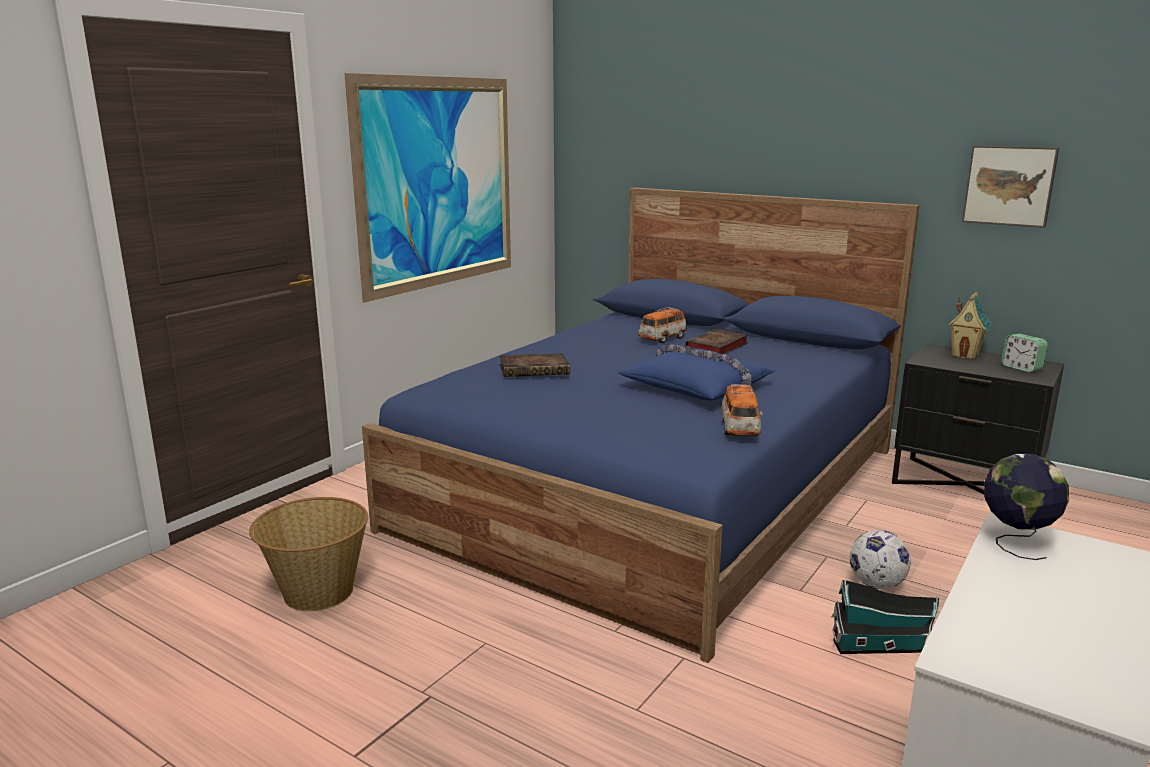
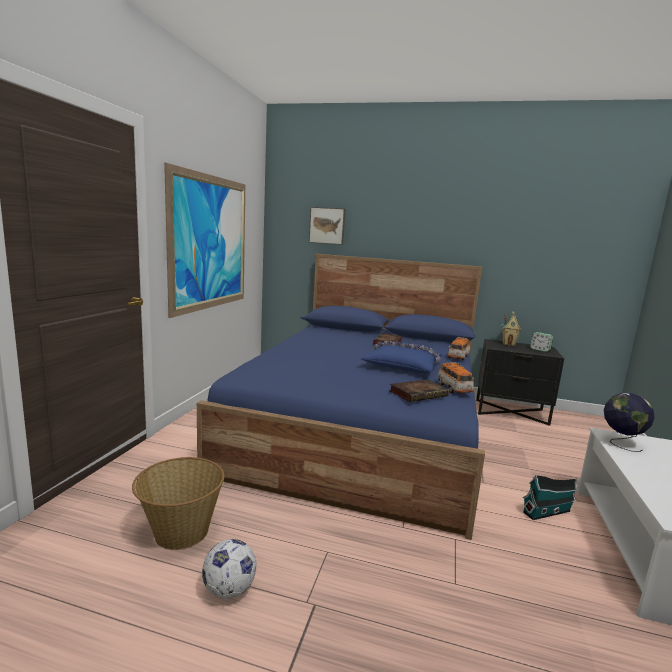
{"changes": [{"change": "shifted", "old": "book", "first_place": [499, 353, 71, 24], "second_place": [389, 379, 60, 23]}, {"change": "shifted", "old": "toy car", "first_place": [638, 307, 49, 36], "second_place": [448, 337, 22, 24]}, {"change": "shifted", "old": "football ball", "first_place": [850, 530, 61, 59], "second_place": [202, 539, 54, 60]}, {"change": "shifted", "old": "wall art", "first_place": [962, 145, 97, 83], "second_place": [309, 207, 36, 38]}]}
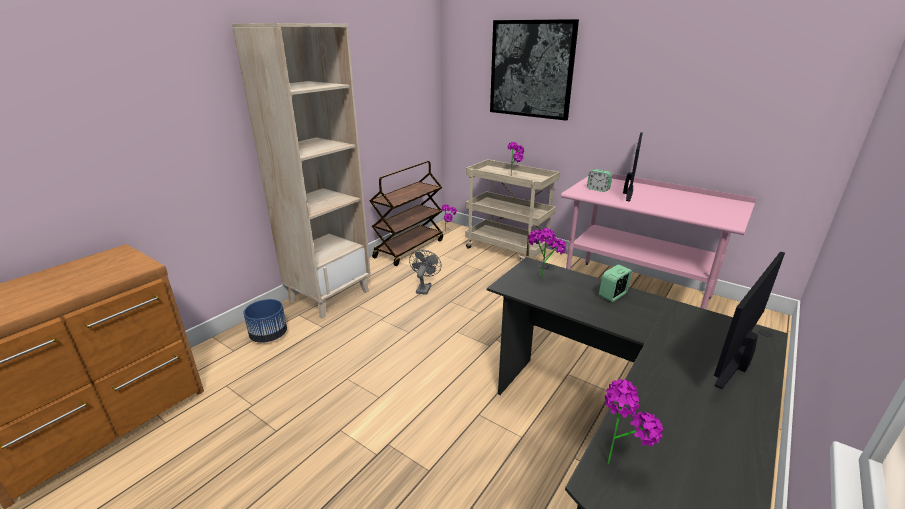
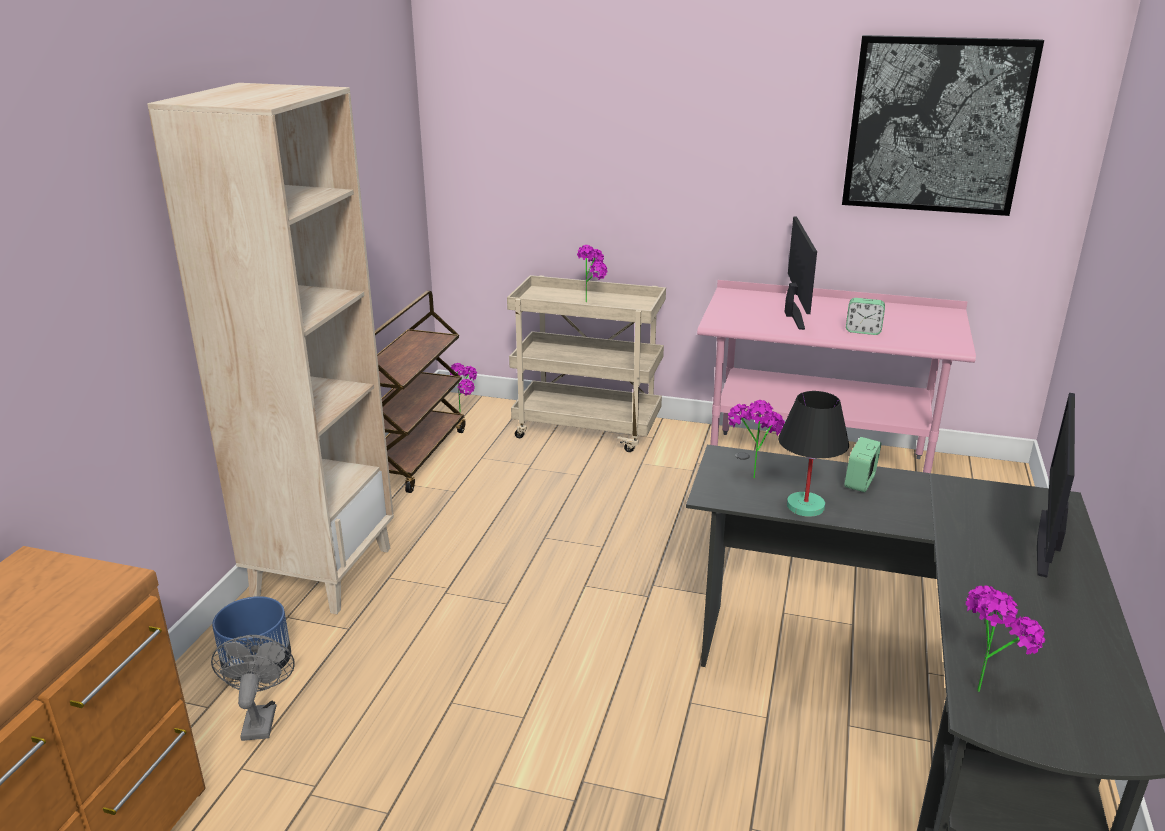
{"changes": [{"change": "new", "new": "lamp for a table (black-coloured)", "second_place": [778, 391, 71, 126]}, {"change": "shifted", "old": "cooling fan (gray)", "first_place": [409, 250, 33, 45], "second_place": [211, 635, 84, 106]}, {"change": "shifted", "old": "wall art", "first_place": [490, 19, 89, 102], "second_place": [842, 35, 202, 181]}, {"change": "shifted", "old": "table clock", "first_place": [587, 169, 25, 23], "second_place": [846, 298, 39, 37]}]}
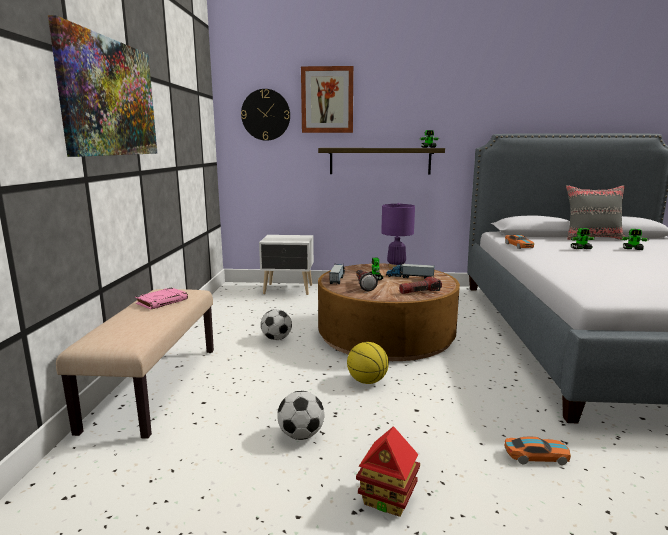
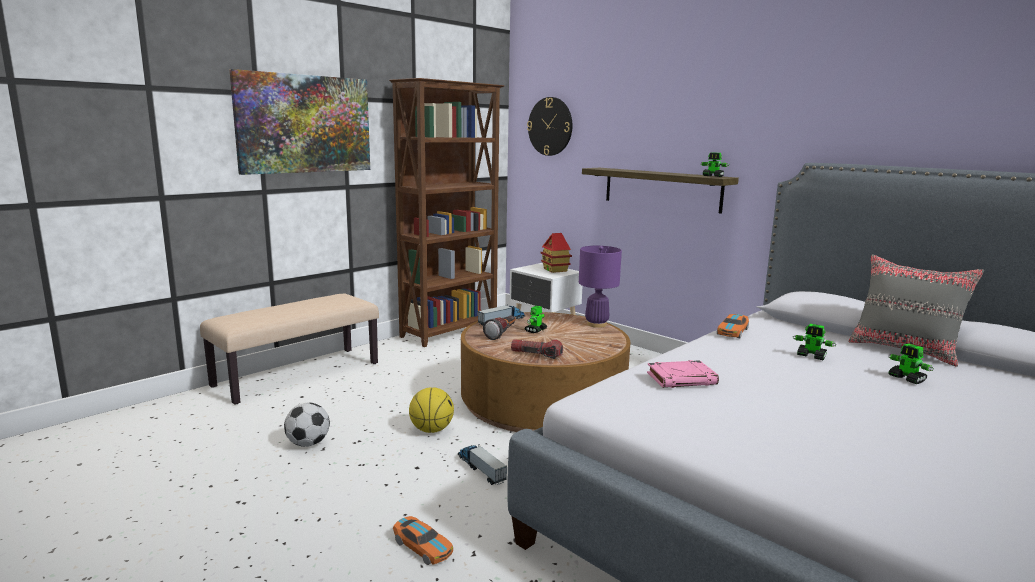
{"changes": [{"change": "gone", "old": "football ball", "first_place": [261, 309, 31, 31]}, {"change": "gone", "old": "wall art", "first_place": [301, 66, 53, 67]}, {"change": "new", "new": "bookcase (brown-coloured)", "second_place": [389, 78, 115, 269]}, {"change": "shifted", "old": "book (pinkish)", "first_place": [135, 288, 53, 21], "second_place": [647, 360, 72, 28]}, {"change": "shifted", "old": "miniature house", "first_place": [356, 426, 64, 91], "second_place": [541, 233, 31, 40]}, {"change": "shifted", "old": "toy lorry", "first_place": [386, 263, 49, 16], "second_place": [458, 444, 49, 41]}]}
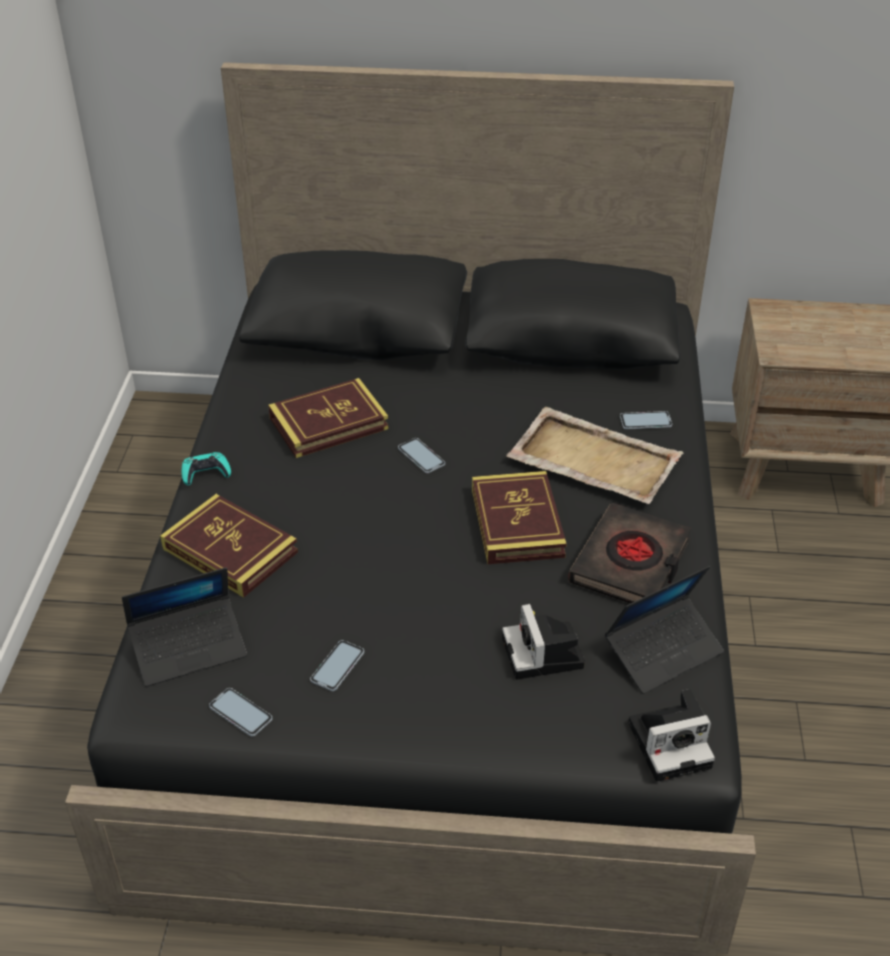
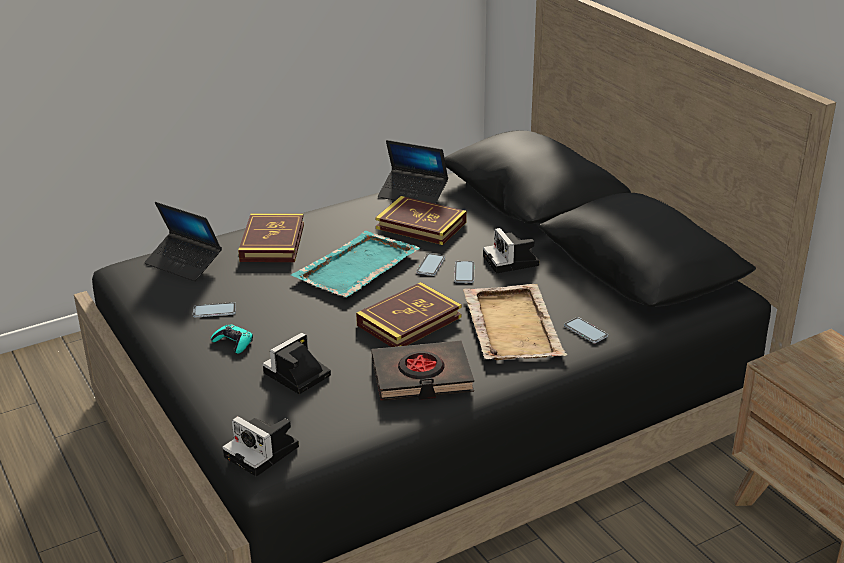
{"changes": [{"change": "new", "new": "serving tray (turquoise)", "second_place": [290, 231, 130, 66]}, {"change": "new", "new": "still camera", "second_place": [483, 228, 56, 45]}, {"change": "shifted", "old": "joypad (turquoise)", "first_place": [182, 452, 49, 34], "second_place": [211, 324, 42, 29]}, {"change": "shifted", "old": "telephone", "first_place": [209, 688, 63, 48], "second_place": [454, 261, 20, 22]}, {"change": "shifted", "old": "portable computer", "first_place": [605, 566, 119, 128], "second_place": [378, 140, 70, 64]}]}
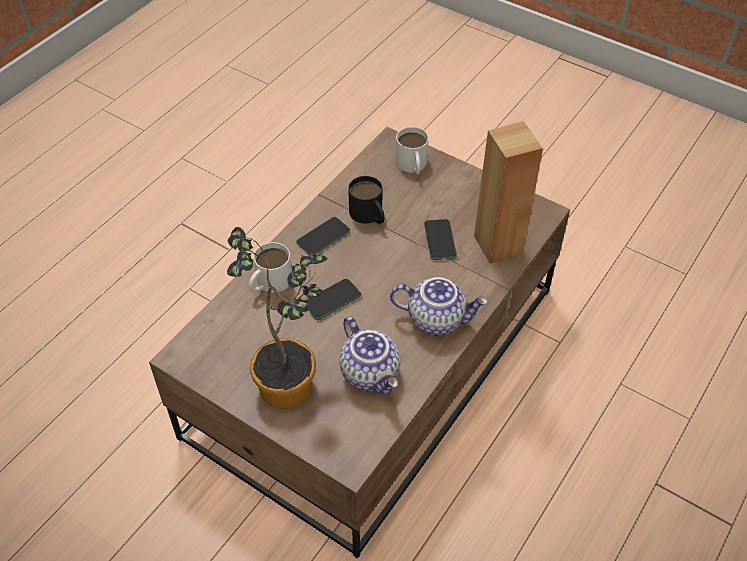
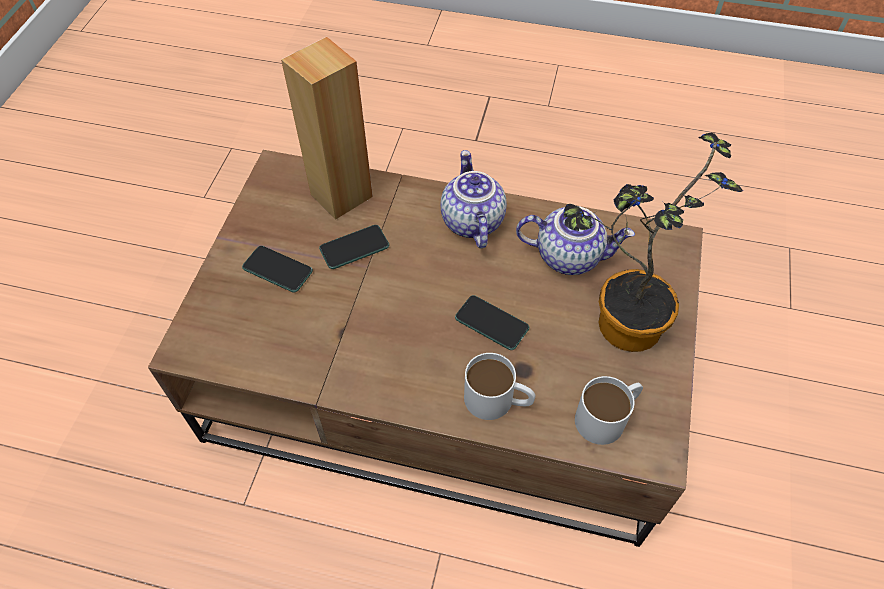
{"changes": [{"change": "gone", "old": "coffee mug (black-coloured)", "first_place": [348, 176, 37, 48]}, {"change": "shifted", "old": "telephone", "first_place": [296, 217, 54, 38], "second_place": [242, 246, 71, 47]}, {"change": "shifted", "old": "coffee mug (white-coloured)", "first_place": [396, 127, 33, 48], "second_place": [575, 376, 68, 69]}, {"change": "rotated", "old": "teapot", "first_place": [339, 316, 61, 79], "second_place": [516, 206, 119, 69], "degrees": 60}]}
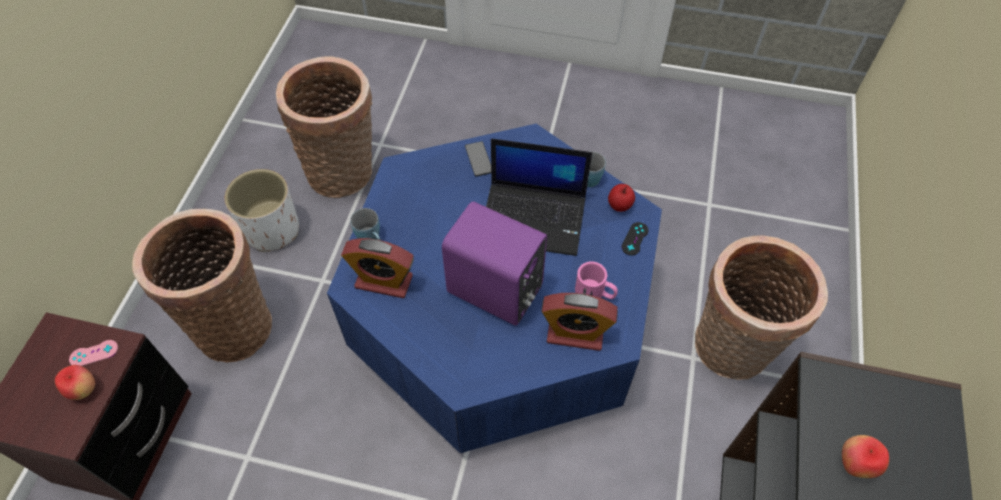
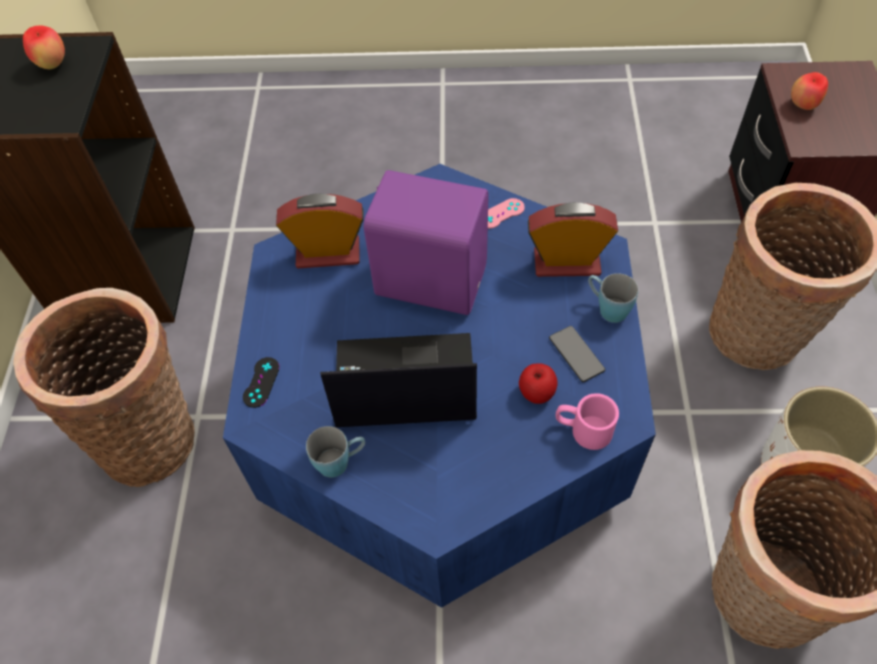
{"changes": [{"change": "shifted", "old": "joypad (pinkish)", "first_place": [69, 340, 49, 26], "second_place": [488, 198, 37, 31]}, {"change": "shifted", "old": "telephone", "first_place": [465, 141, 26, 36], "second_place": [549, 326, 56, 56]}, {"change": "shifted", "old": "coffee mug (pinkish)", "first_place": [575, 261, 43, 38], "second_place": [556, 393, 63, 57]}, {"change": "shifted", "old": "whole apple", "first_place": [608, 184, 27, 28], "second_place": [519, 364, 39, 40]}]}
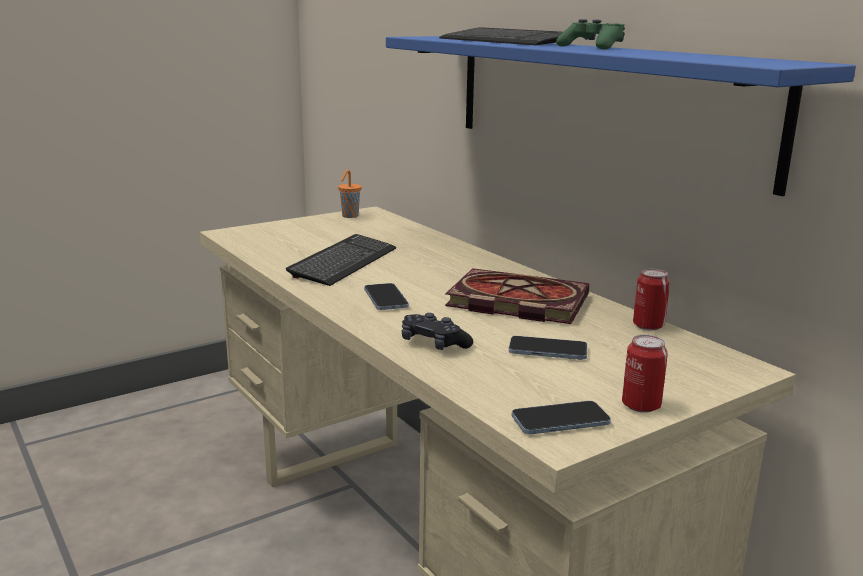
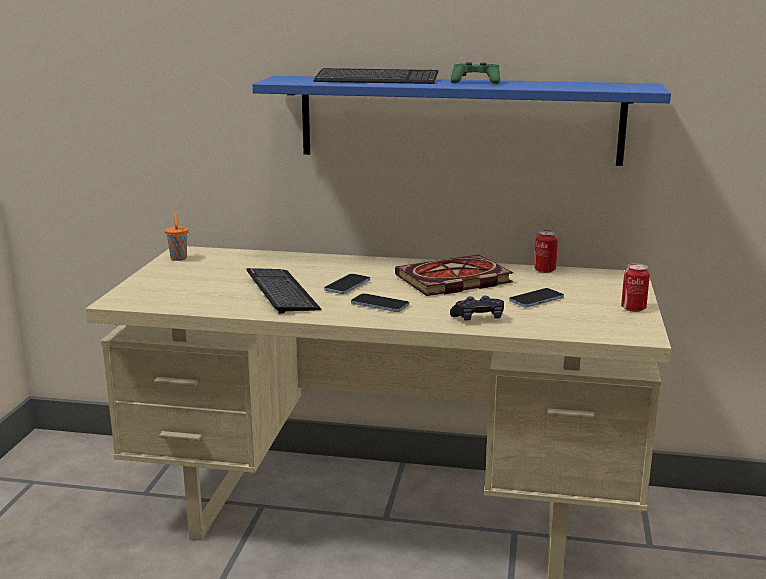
{"changes": [{"change": "shifted", "old": "telephone", "first_place": [512, 401, 99, 33], "second_place": [324, 274, 46, 20]}]}
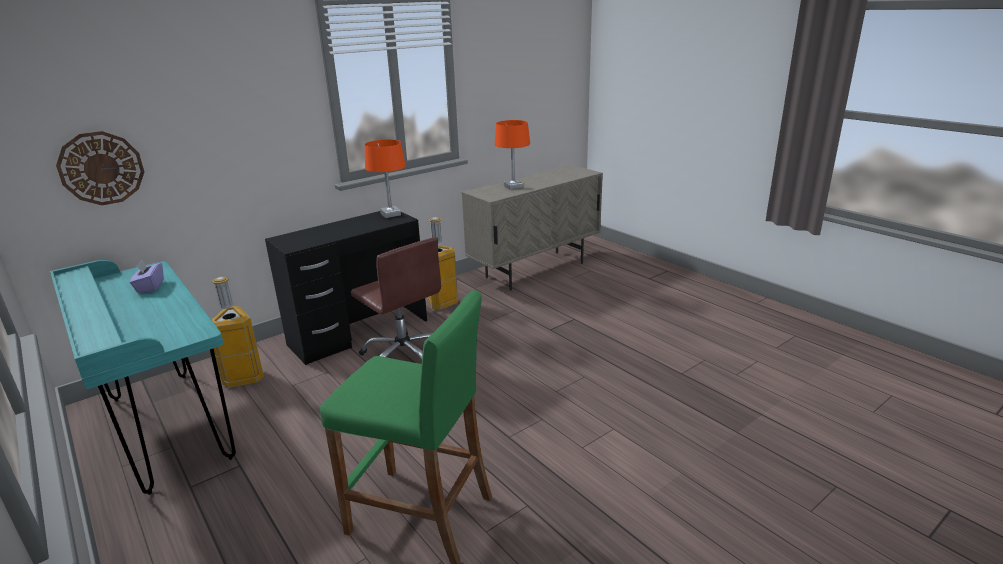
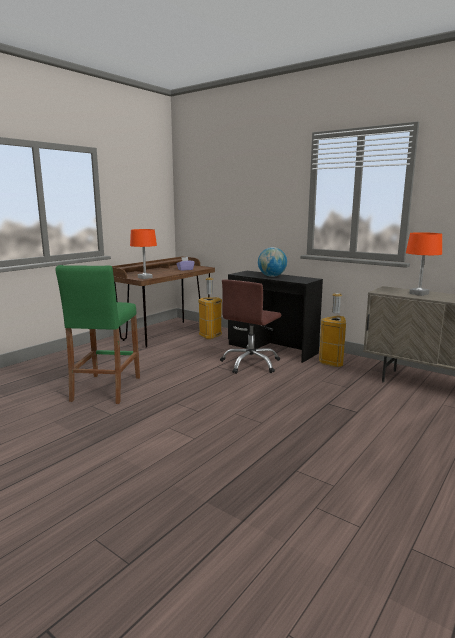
{"changes": [{"change": "gone", "old": "wall clock", "first_place": [56, 131, 88, 74]}, {"change": "new", "new": "desk globe", "second_place": [258, 247, 29, 30]}, {"change": "shifted", "old": "lamp for a table (orange-coloured)", "first_place": [365, 139, 41, 79], "second_place": [130, 229, 27, 50]}, {"change": "repainted", "old": "desk table (turquoise)", "new": "desk table (brown-coloured)", "first_place": [50, 260, 186, 235], "second_place": [112, 257, 103, 91]}]}
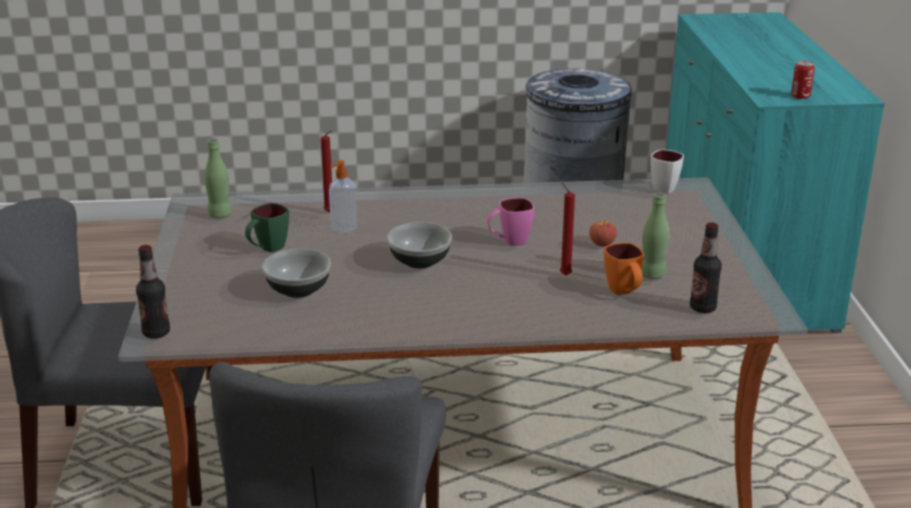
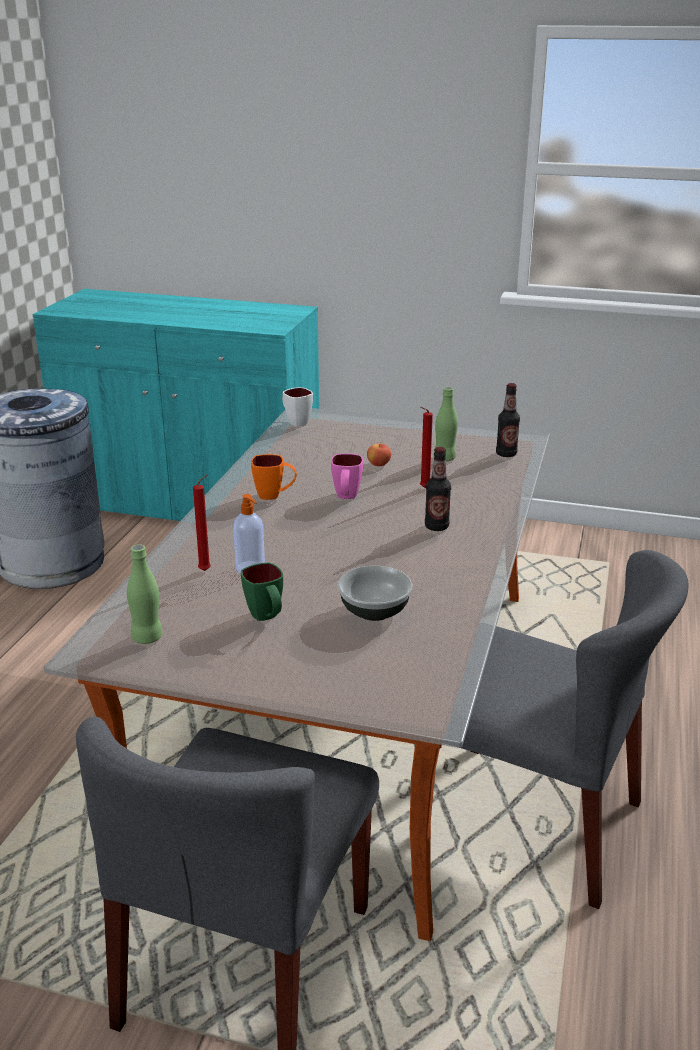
{"changes": [{"change": "gone", "old": "serving bowl", "first_place": [387, 222, 65, 47]}, {"change": "gone", "old": "metal can", "first_place": [791, 61, 24, 38]}, {"change": "shifted", "old": "drink bottle", "first_place": [136, 245, 34, 93], "second_place": [425, 447, 26, 84]}, {"change": "shifted", "old": "coffee mug (orange-coloured)", "first_place": [604, 243, 40, 52], "second_place": [251, 454, 46, 46]}]}
